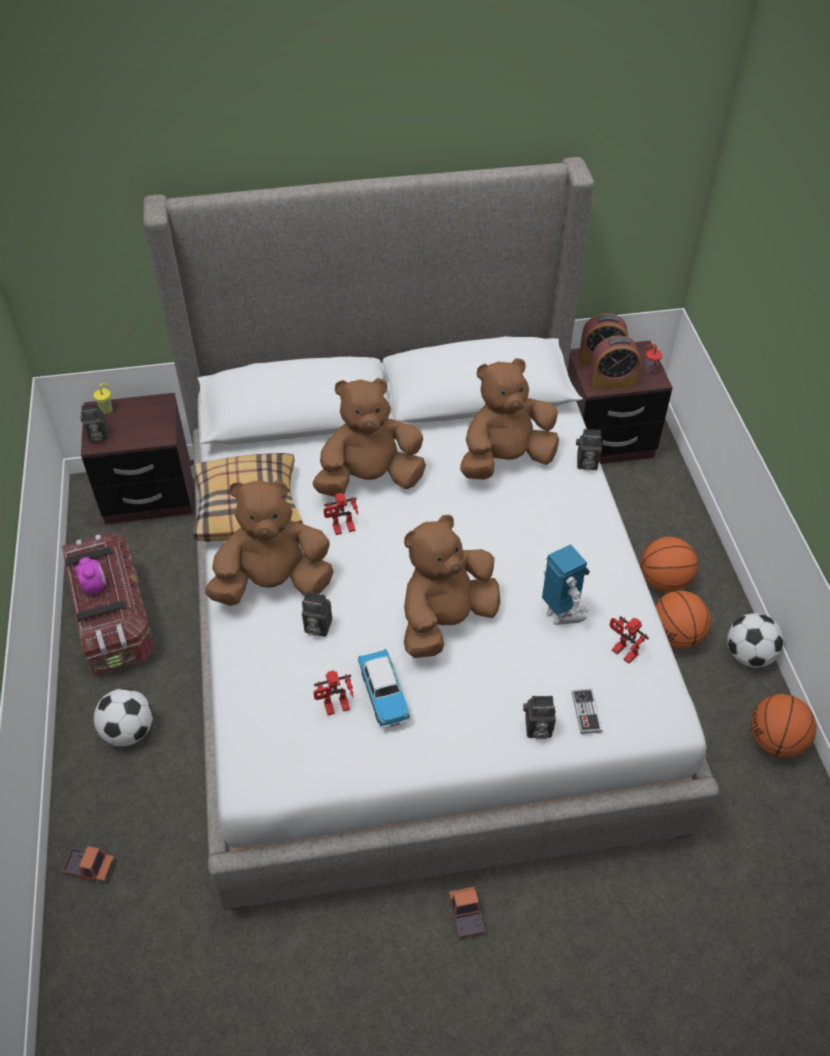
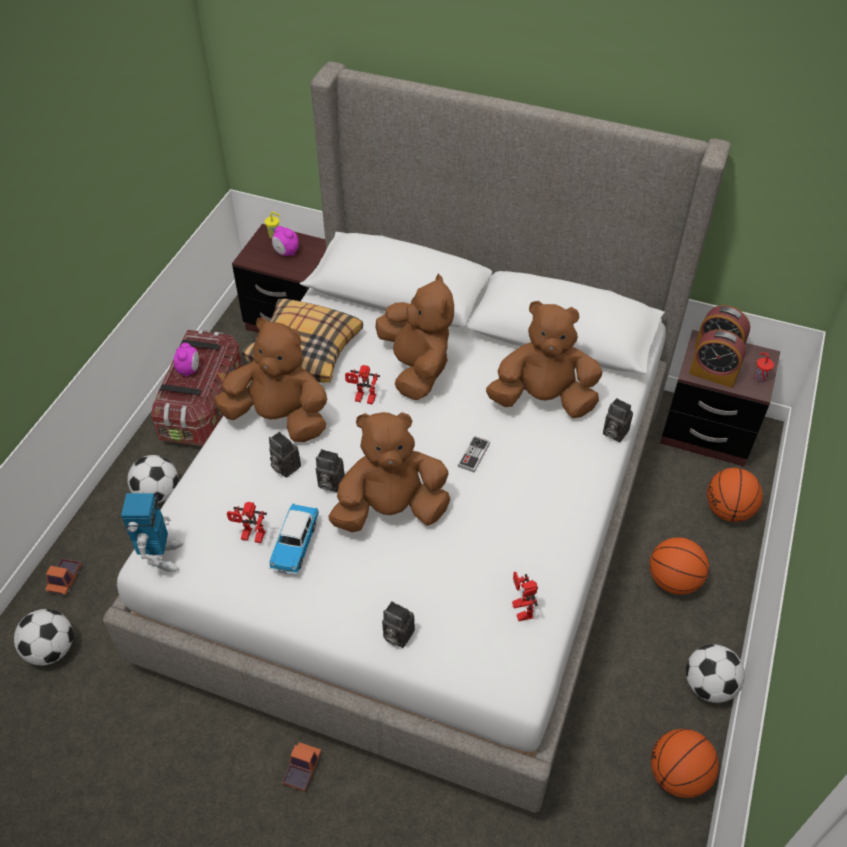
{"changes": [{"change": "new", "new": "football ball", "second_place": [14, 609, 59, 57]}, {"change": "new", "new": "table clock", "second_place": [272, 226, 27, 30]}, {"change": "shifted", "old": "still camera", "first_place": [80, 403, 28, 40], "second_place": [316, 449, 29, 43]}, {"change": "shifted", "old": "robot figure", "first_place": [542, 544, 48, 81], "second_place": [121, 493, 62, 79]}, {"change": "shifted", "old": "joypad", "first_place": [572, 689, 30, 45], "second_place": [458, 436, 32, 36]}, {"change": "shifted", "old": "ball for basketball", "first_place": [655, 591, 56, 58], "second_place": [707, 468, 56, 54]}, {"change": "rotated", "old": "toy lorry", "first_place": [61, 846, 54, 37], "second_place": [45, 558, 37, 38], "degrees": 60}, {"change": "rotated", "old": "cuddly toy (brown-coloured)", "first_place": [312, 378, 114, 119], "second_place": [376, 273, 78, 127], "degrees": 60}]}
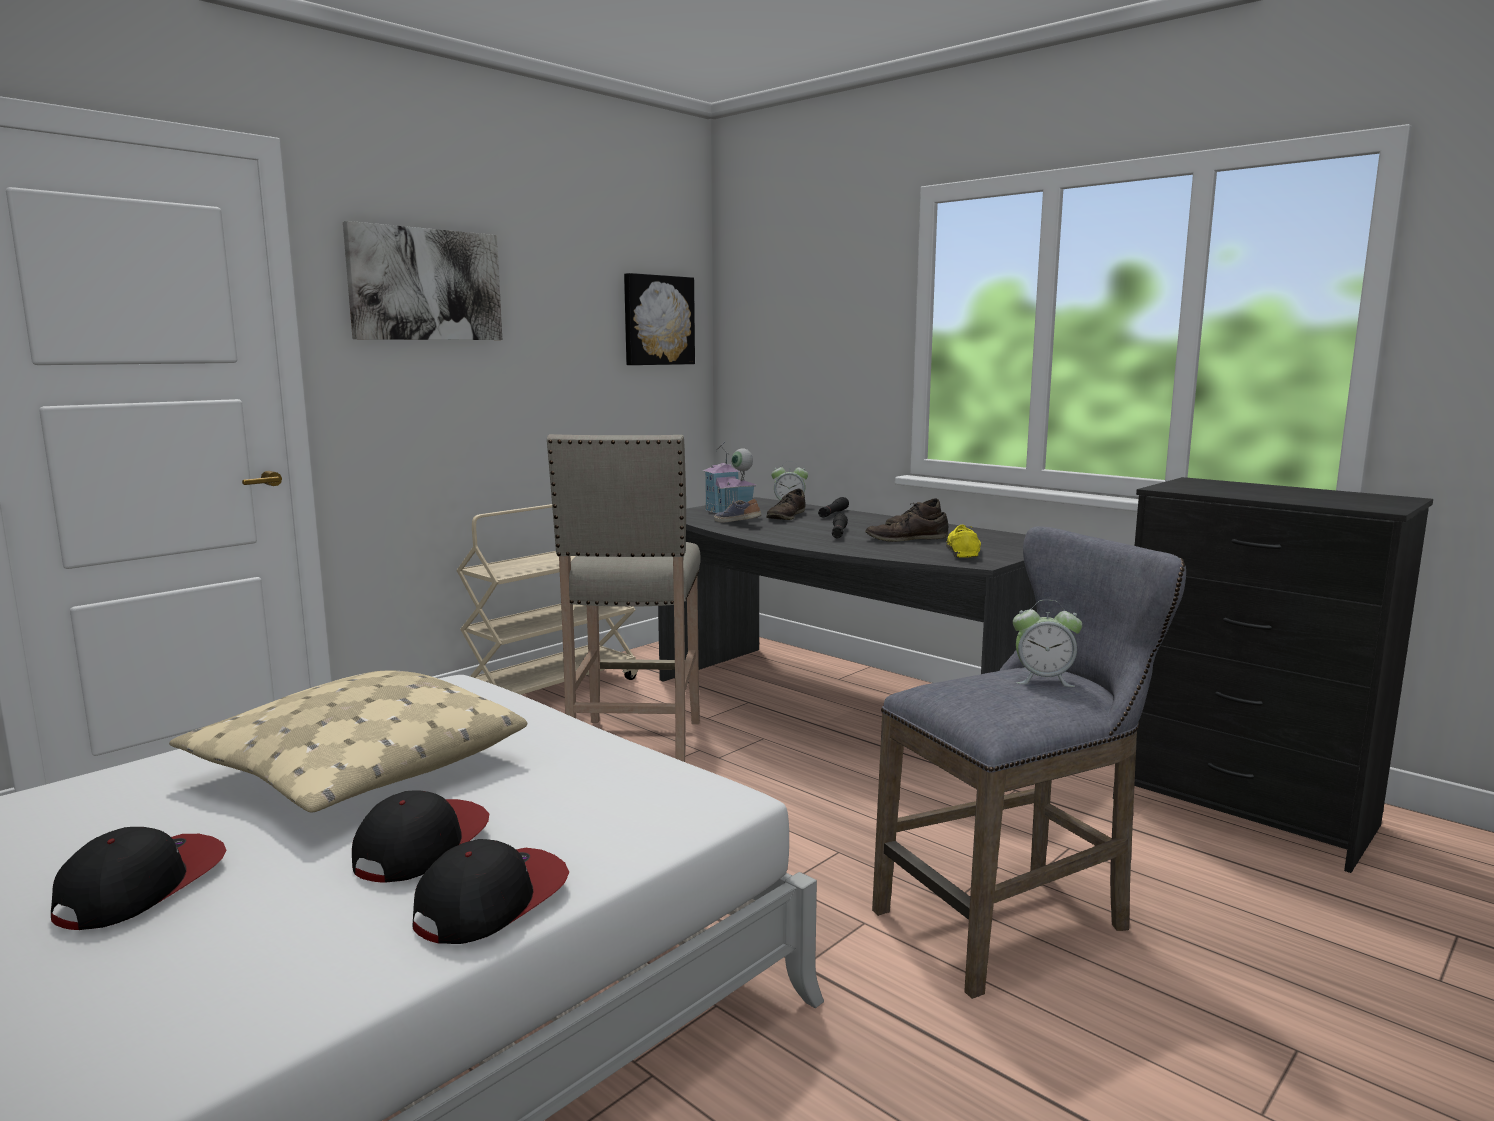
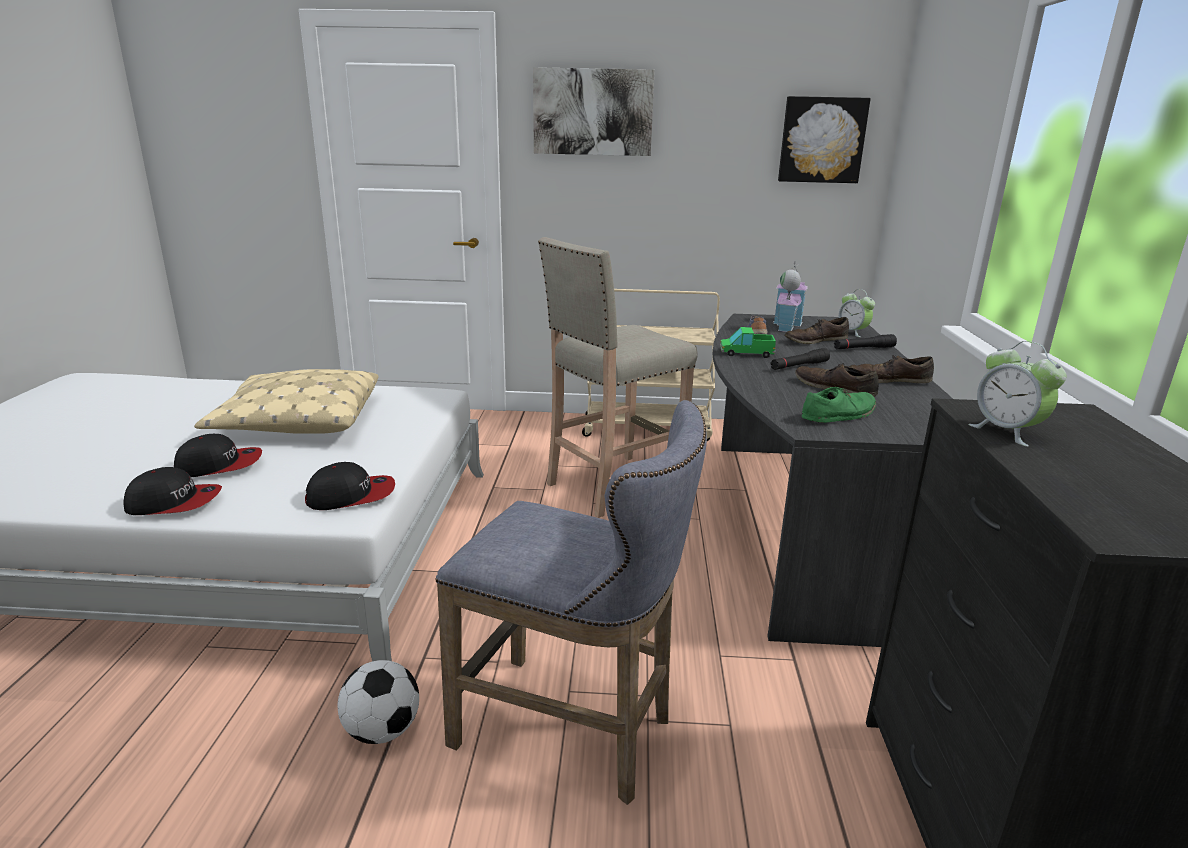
{"changes": [{"change": "new", "new": "football ball", "second_place": [338, 660, 81, 84]}, {"change": "new", "new": "toy lorry", "second_place": [720, 327, 56, 31]}, {"change": "shifted", "old": "cap", "first_place": [51, 827, 176, 103], "second_place": [305, 462, 90, 48]}, {"change": "shifted", "old": "table clock", "first_place": [1013, 600, 69, 87], "second_place": [968, 341, 98, 106]}, {"change": "repainted", "old": "shoe (yellow)", "new": "shoe (green)", "first_place": [946, 525, 35, 33], "second_place": [802, 387, 74, 36]}]}
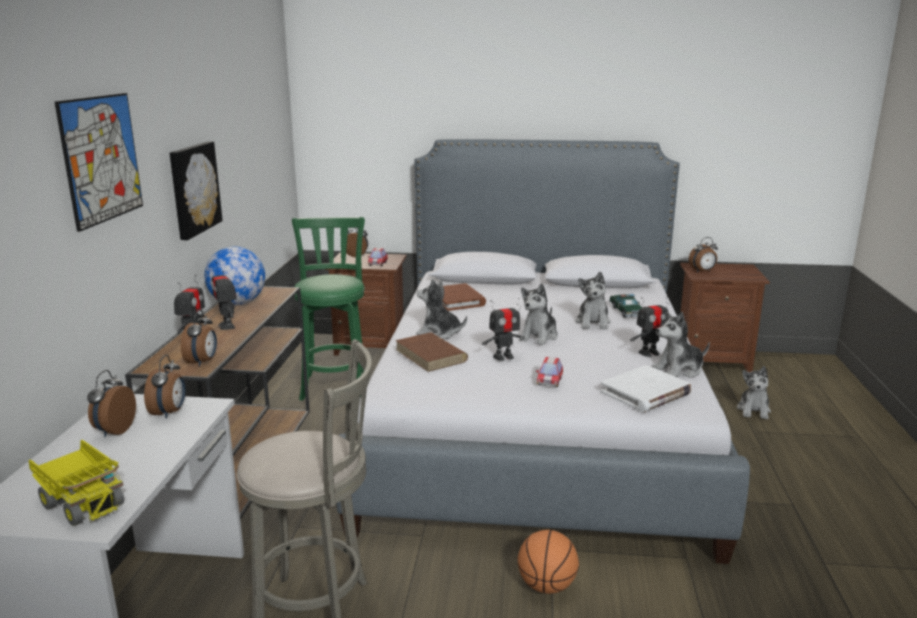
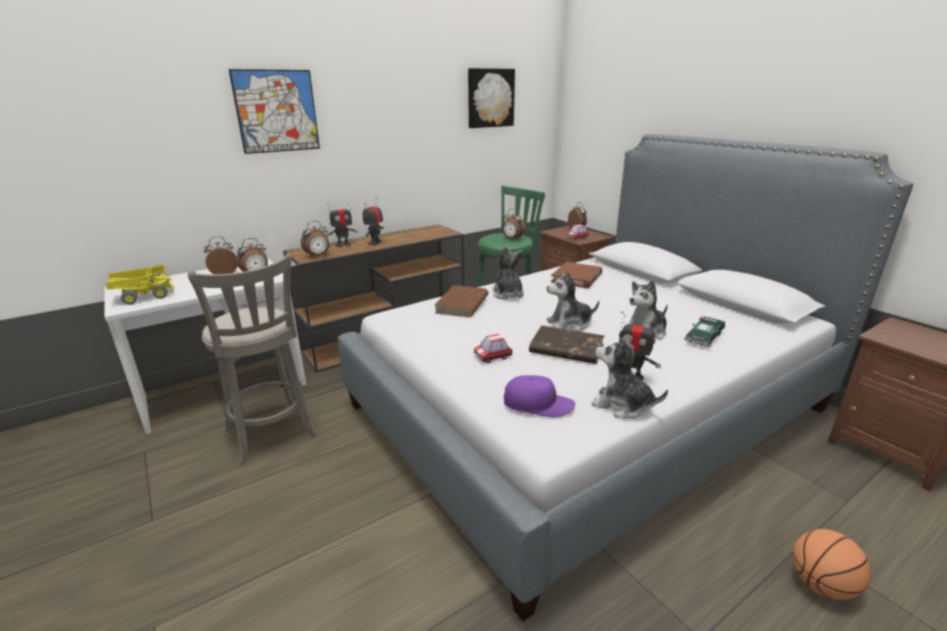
{"changes": [{"change": "gone", "old": "desk globe", "first_place": [204, 246, 61, 59]}, {"change": "gone", "old": "robot figure", "first_place": [482, 298, 42, 63]}, {"change": "gone", "old": "cuddly toy", "first_place": [737, 366, 34, 54]}, {"change": "new", "new": "book (brown-coloured)", "second_place": [529, 325, 75, 39]}, {"change": "shifted", "old": "wall art", "first_place": [170, 142, 53, 98], "second_place": [468, 68, 47, 60]}, {"change": "shifted", "old": "ball for basketball", "first_place": [517, 530, 62, 64], "second_place": [792, 529, 78, 71]}, {"change": "shifted", "old": "table clock", "first_place": [689, 237, 29, 35], "second_place": [502, 209, 24, 31]}, {"change": "swapped", "old": "book (white-coloured)", "new": "cap (purple-coloured)", "first_place": [600, 365, 92, 47], "second_place": [504, 375, 71, 43]}, {"change": "rotated", "old": "toy lorry", "first_place": [29, 440, 95, 86], "second_place": [106, 265, 68, 40], "degrees": -120}]}
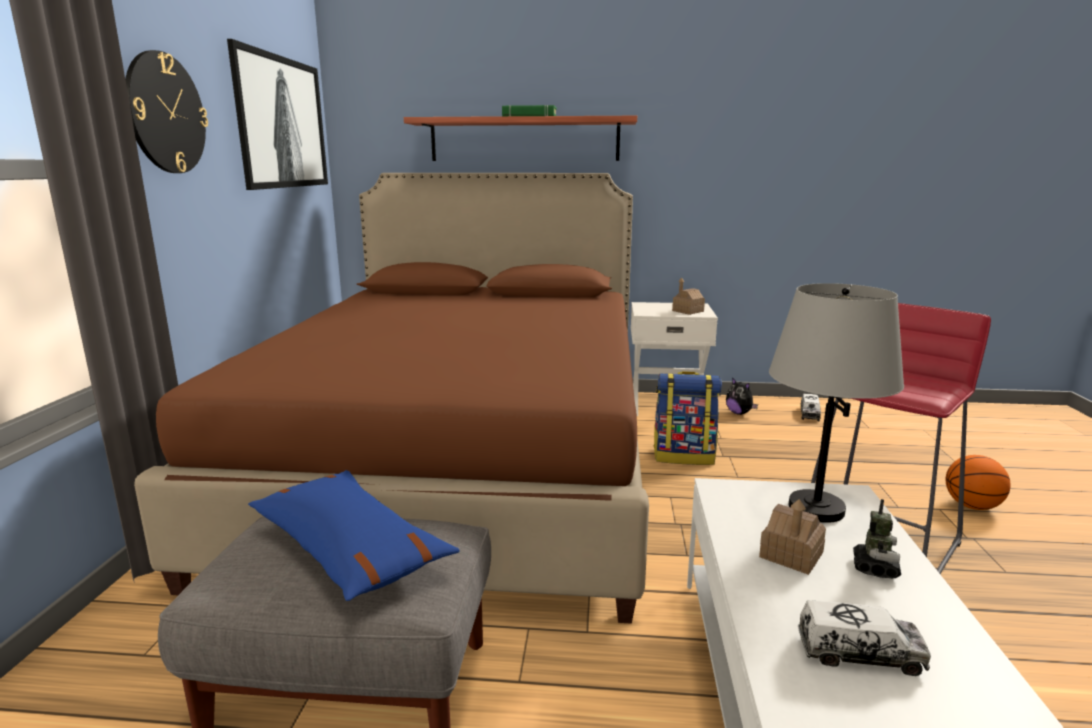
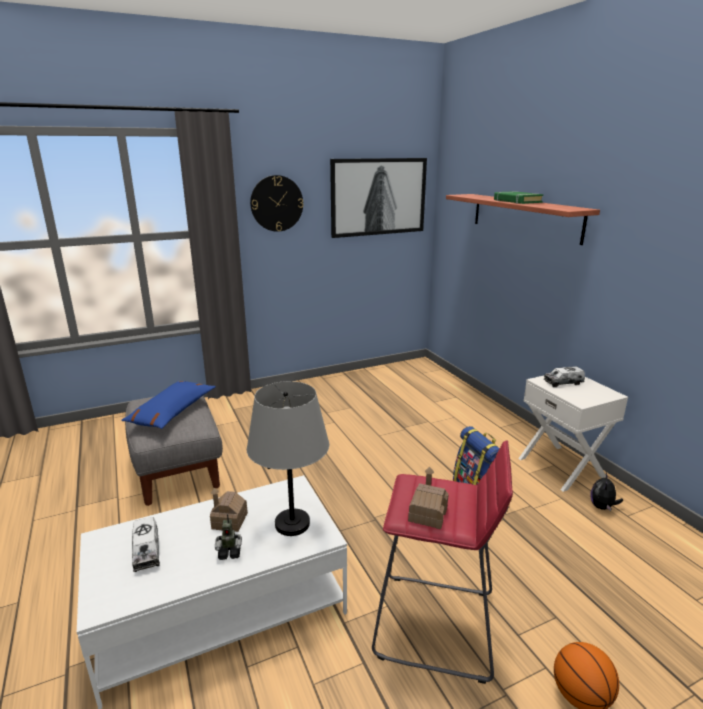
{"changes": [{"change": "gone", "old": "bed (brown-coloured)", "first_place": [134, 173, 515, 451]}, {"change": "shifted", "old": "miniature house", "first_place": [672, 278, 33, 37], "second_place": [408, 467, 41, 62]}, {"change": "shifted", "old": "toy lorry", "first_place": [801, 394, 20, 27], "second_place": [544, 366, 41, 21]}]}
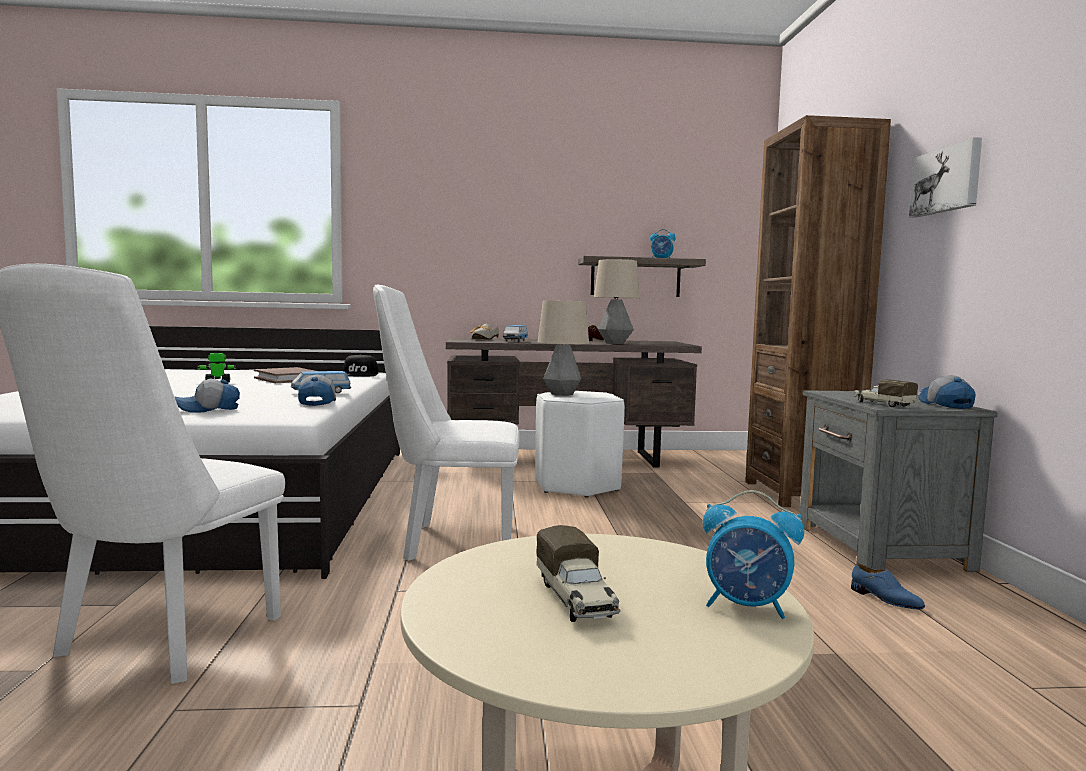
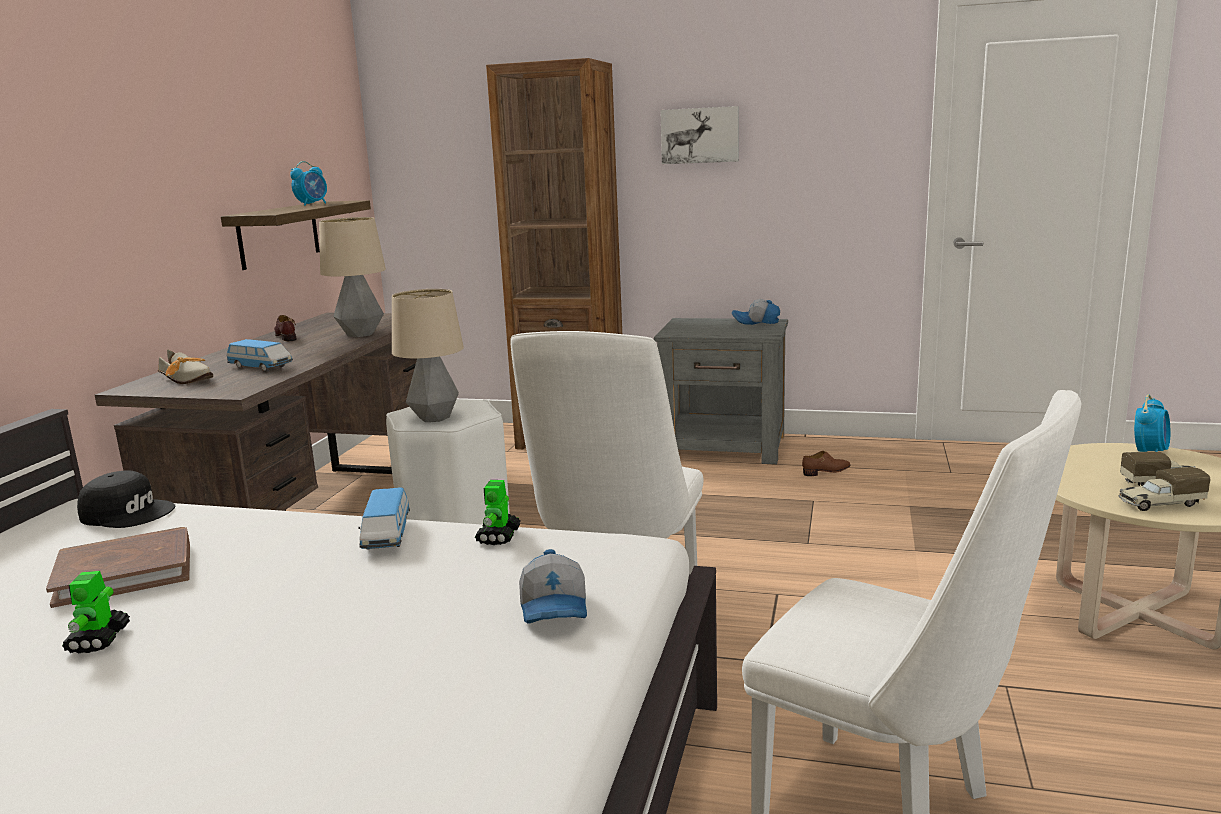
{"changes": [{"change": "shifted", "old": "toy lorry", "first_place": [854, 379, 64, 28], "second_place": [1119, 467, 92, 44]}, {"change": "swapped", "old": "cap", "new": "robot figure", "first_place": [298, 374, 38, 32], "second_place": [475, 480, 45, 65]}, {"change": "repainted", "old": "shoe (blue)", "new": "shoe (brown-coloured)", "first_place": [851, 563, 74, 46], "second_place": [802, 451, 49, 25]}]}
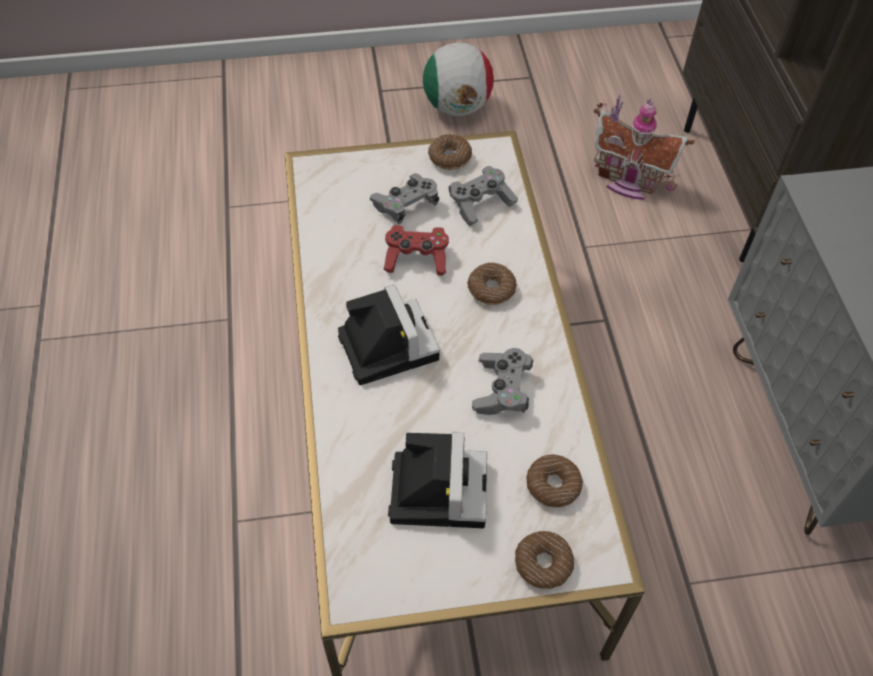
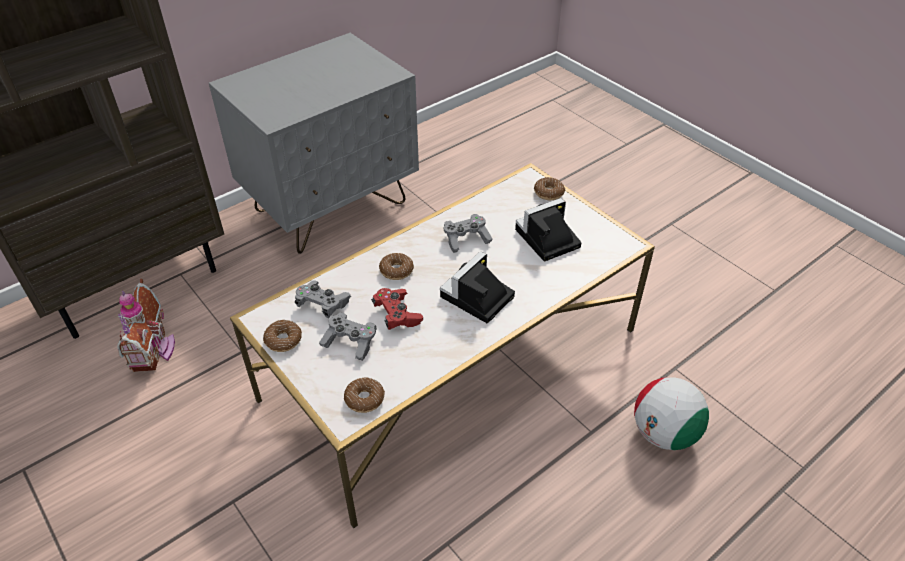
{"changes": [{"change": "shifted", "old": "football ball", "first_place": [423, 43, 71, 73], "second_place": [634, 377, 75, 73]}, {"change": "shifted", "old": "doughnut", "first_place": [526, 455, 57, 53], "second_place": [344, 377, 41, 36]}]}
